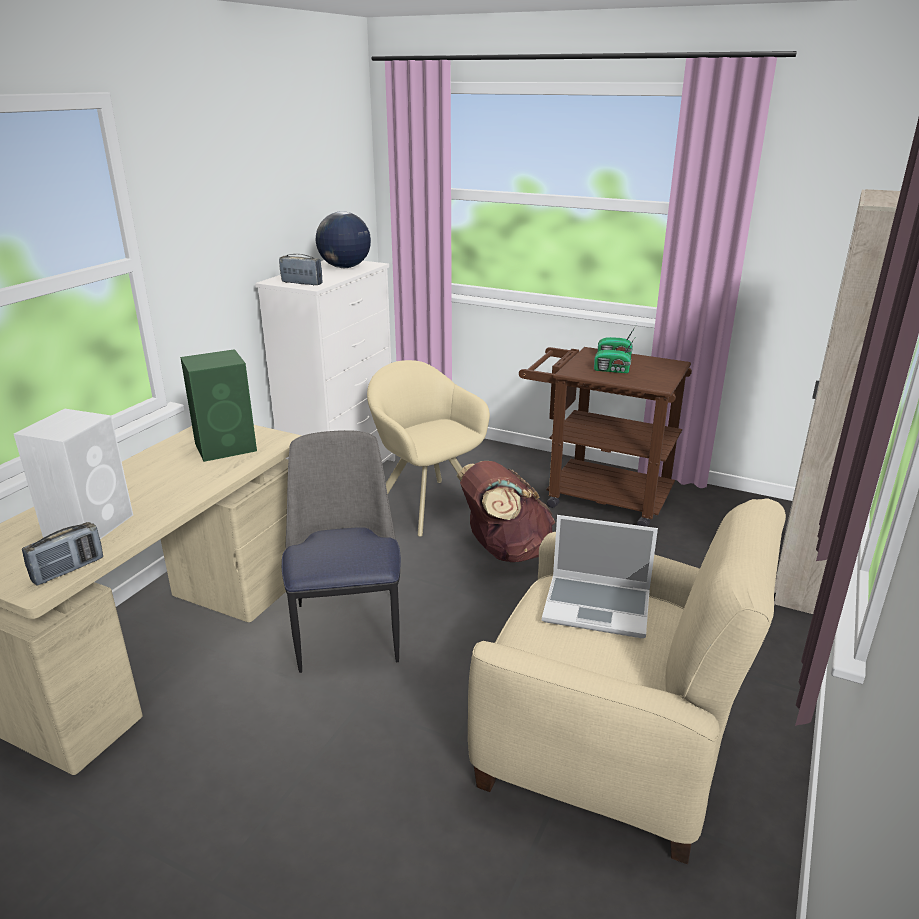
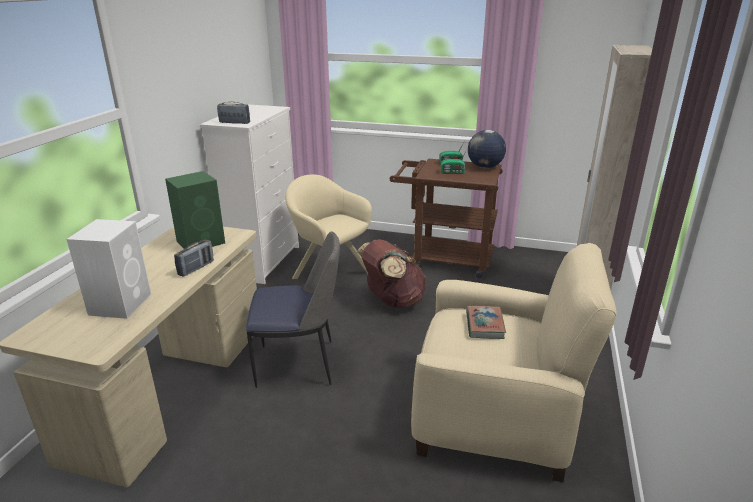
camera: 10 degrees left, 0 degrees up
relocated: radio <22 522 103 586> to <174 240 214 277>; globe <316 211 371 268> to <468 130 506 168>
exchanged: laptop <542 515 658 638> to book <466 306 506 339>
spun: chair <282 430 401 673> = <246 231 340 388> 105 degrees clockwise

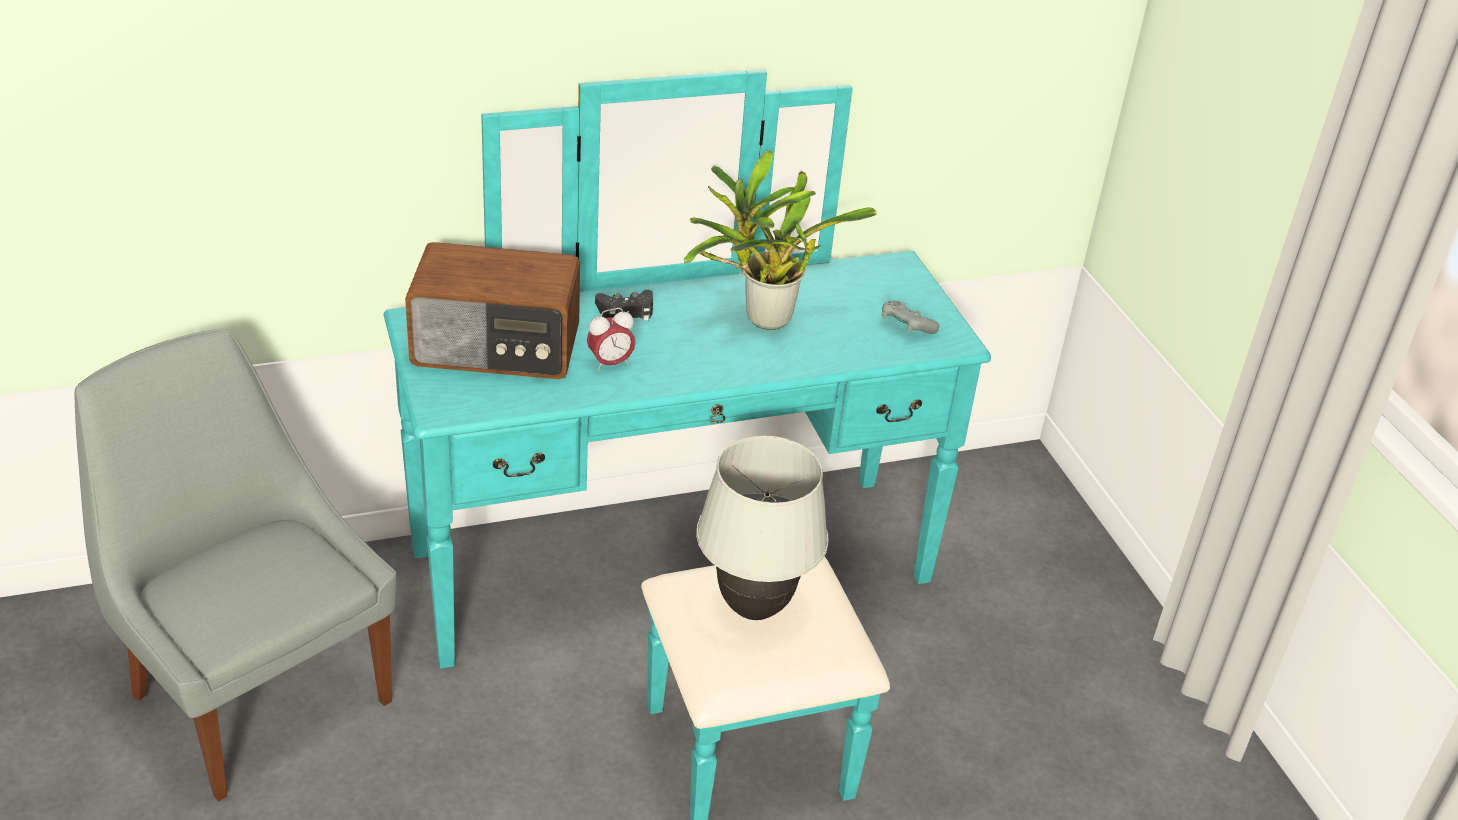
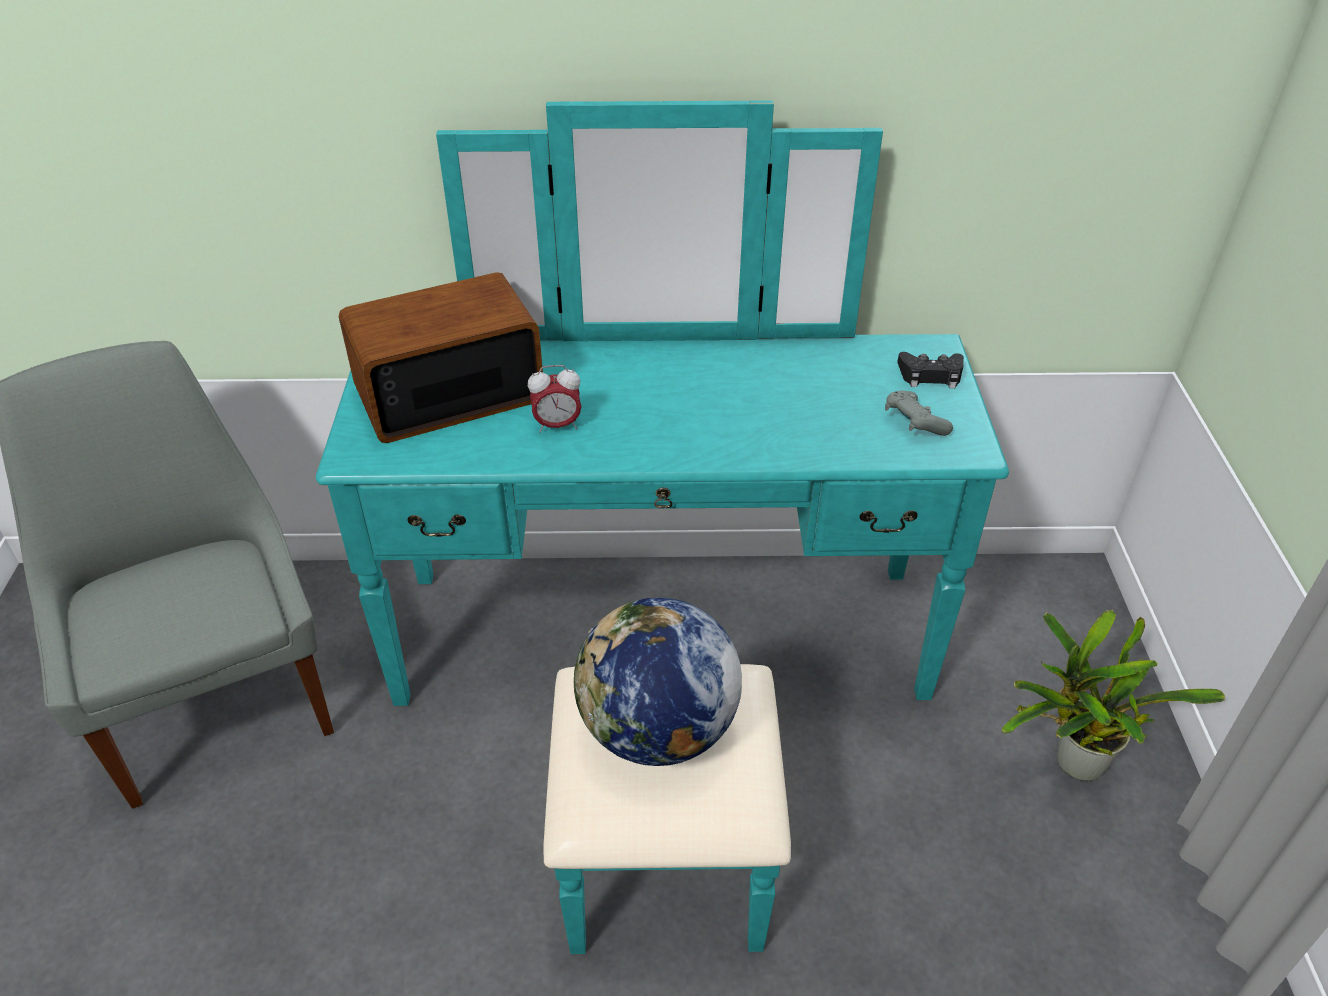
camera: 20 degrees right, 5 degrees up
relocated: game controller in black <595 290 653 321> to <897 352 964 388>; potted plant <684 150 877 330> to <1002 610 1225 781>
exchanged: table lamp in white <696 436 829 620> to globe <574 598 742 766>
spun: radio <405 242 580 379> = <339 272 543 443> 135 degrees clockwise

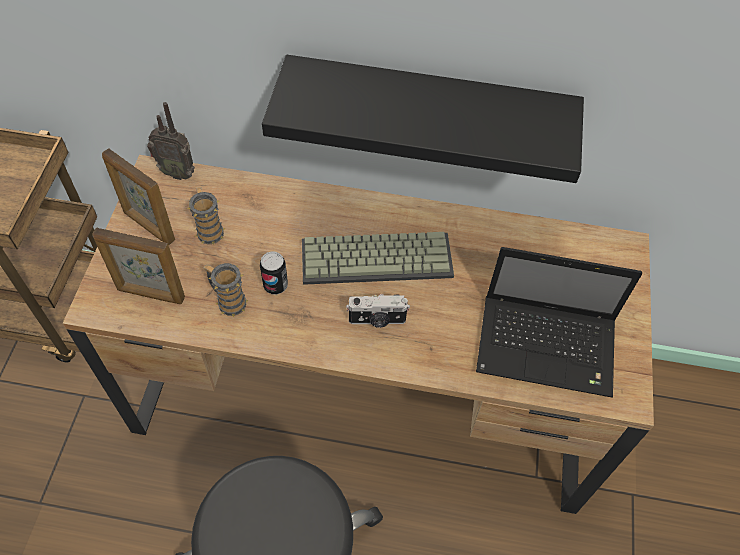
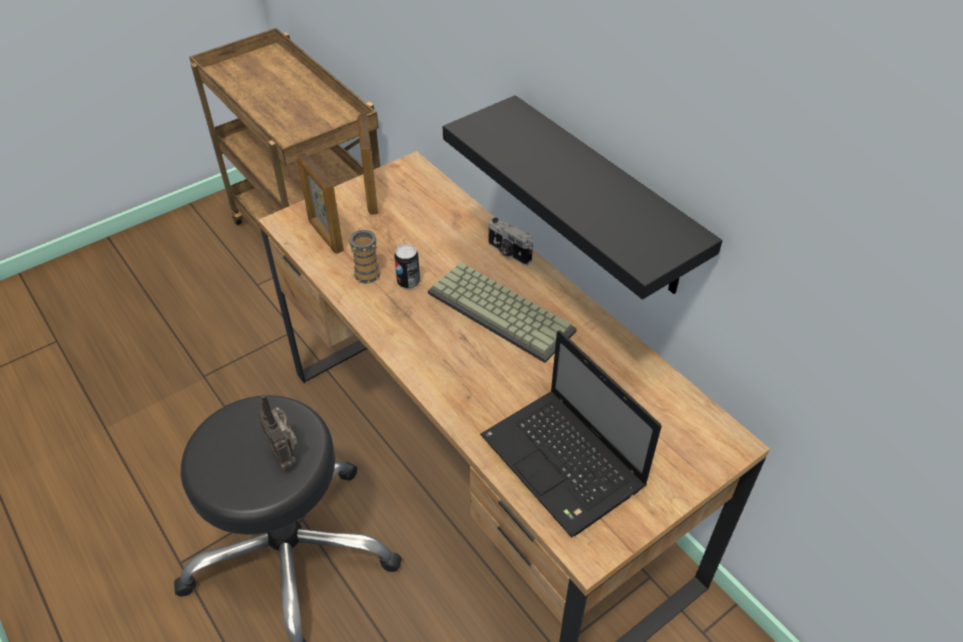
camera: 45 degrees right, 10 degrees down
missing: mug <187 188 226 244>
relocated: radio <147 102 195 180> to <258 394 297 470>; photo camera <346 294 410 328> to <489 217 533 266>

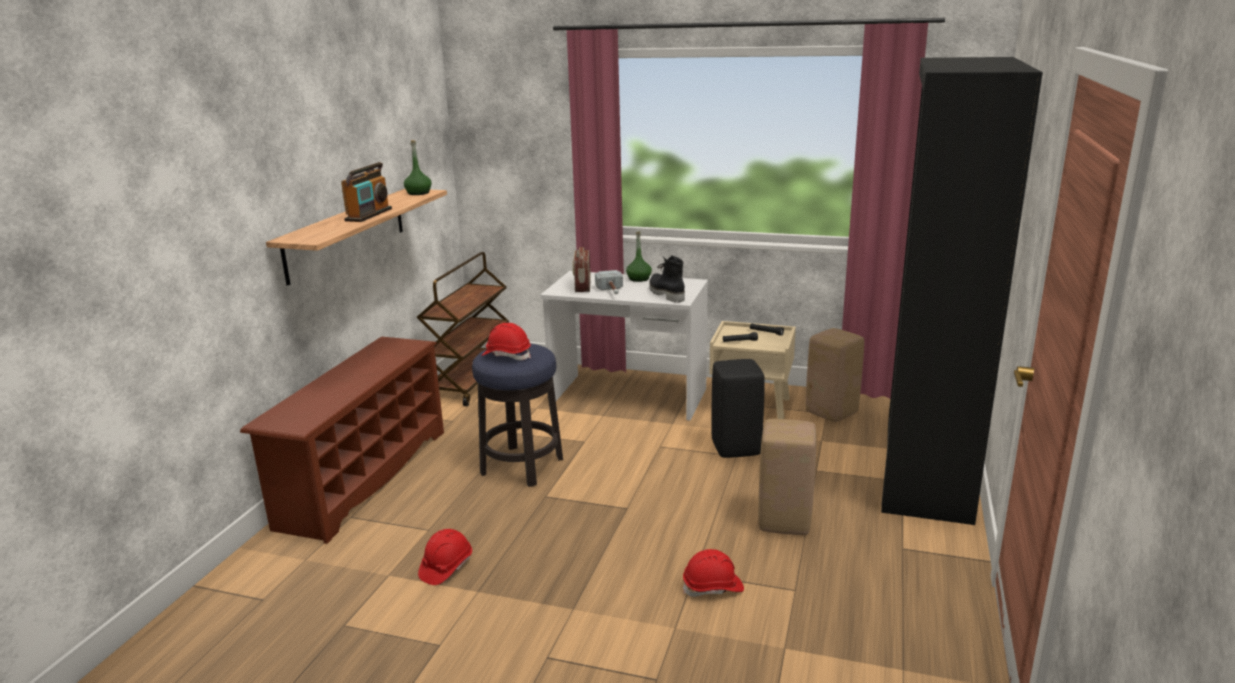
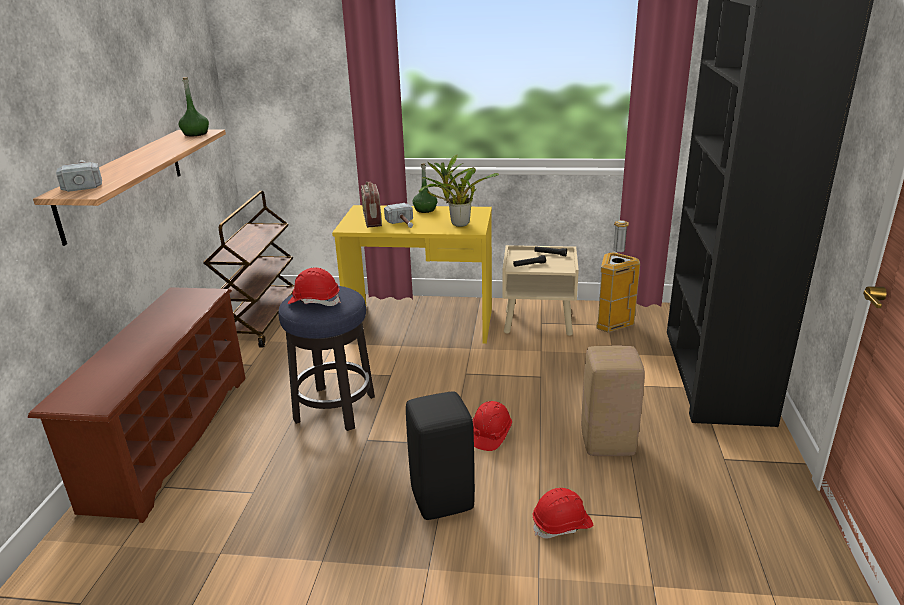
camera: 10 degrees left, 5 degrees up
missing: radio <341 162 392 222>
appeared: hammer <56 160 102 192>
relocated: stool in black <711 359 765 458> to <406 391 475 520>; hard hat in red <418 529 472 585> to <472 401 512 451>
exchanged: boot in black <649 255 685 303> to potted plant <419 154 499 227>; stool in beige <806 328 864 422> to trash can <596 220 640 332>
colour: desk in white <540 271 708 420> to desk in yellow <332 205 492 344>

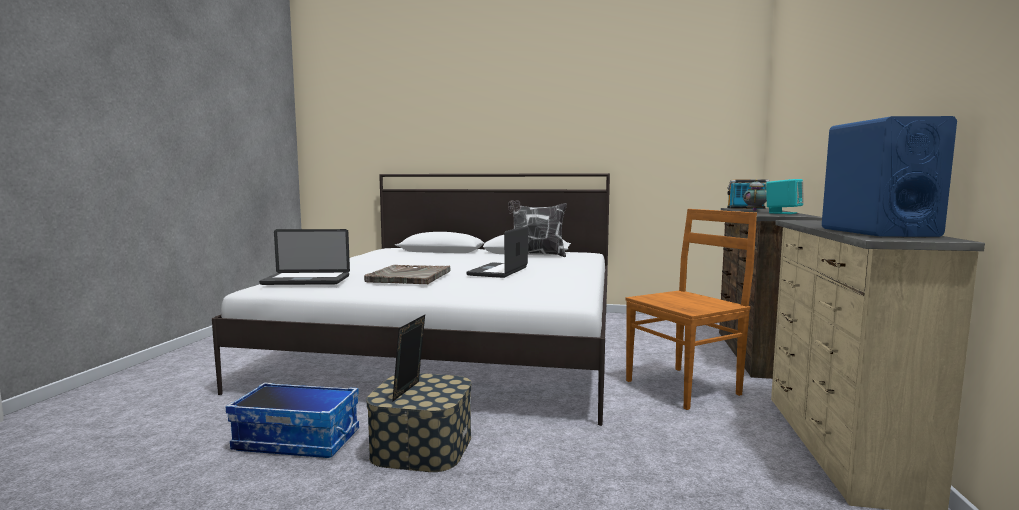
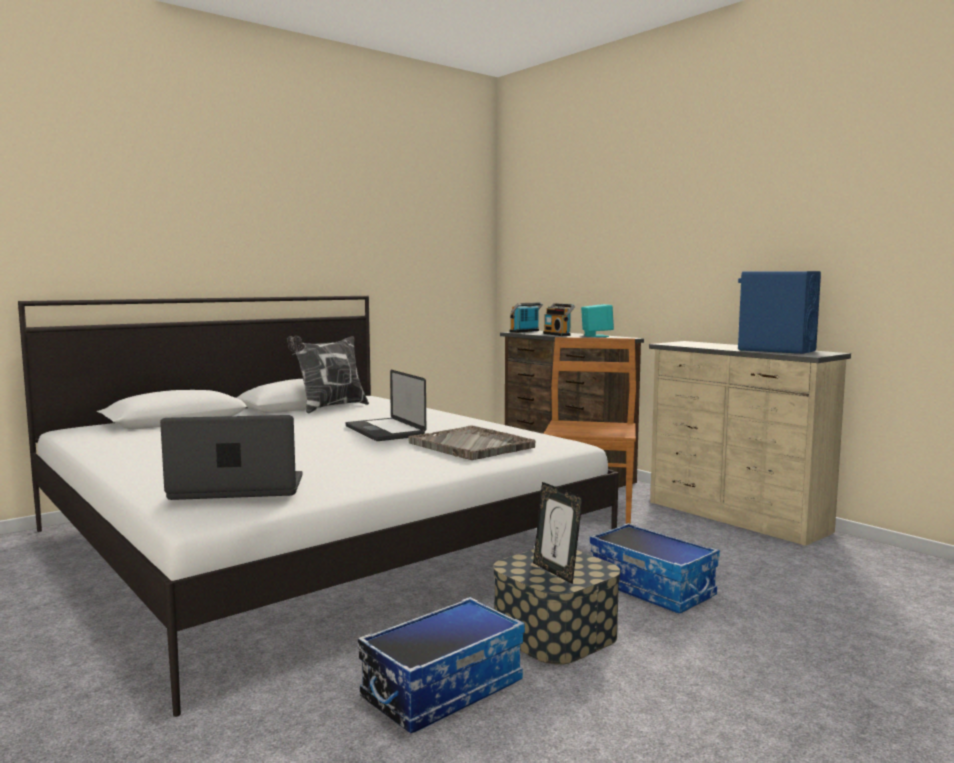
camera: 50 degrees left, 0 degrees up
appeared: storage box <590 523 720 613>
relocated: tray in grey <364 265 450 284> to <408 425 536 460>
exchanged: teapot <743 179 767 211> to radio <543 303 575 336>
spun: laptop <259 229 350 285> = <160 415 303 500> 135 degrees counterclockwise

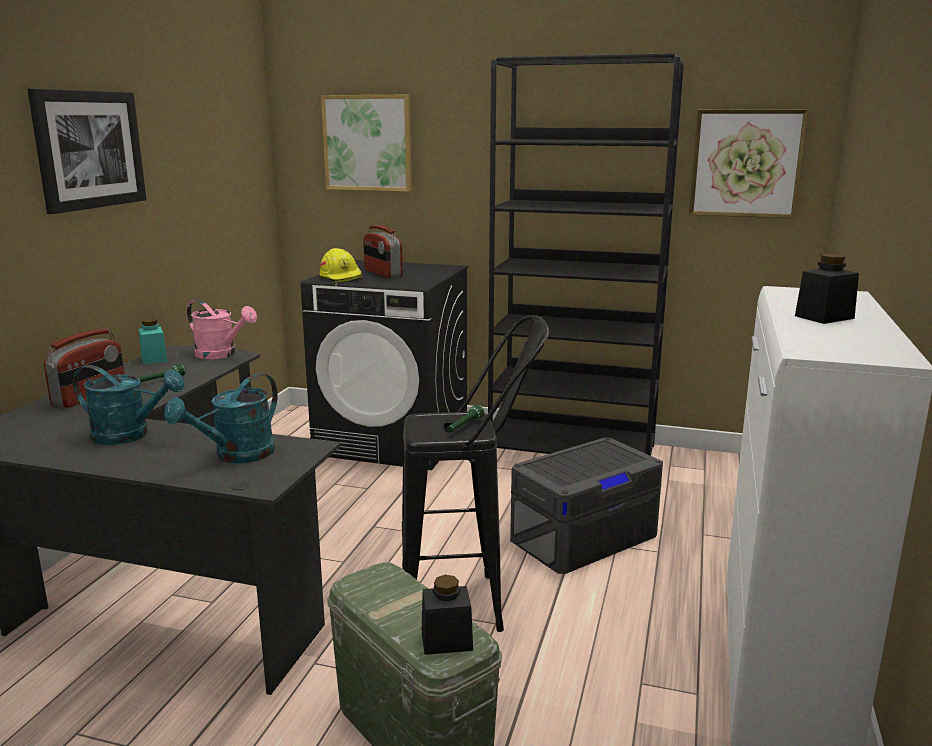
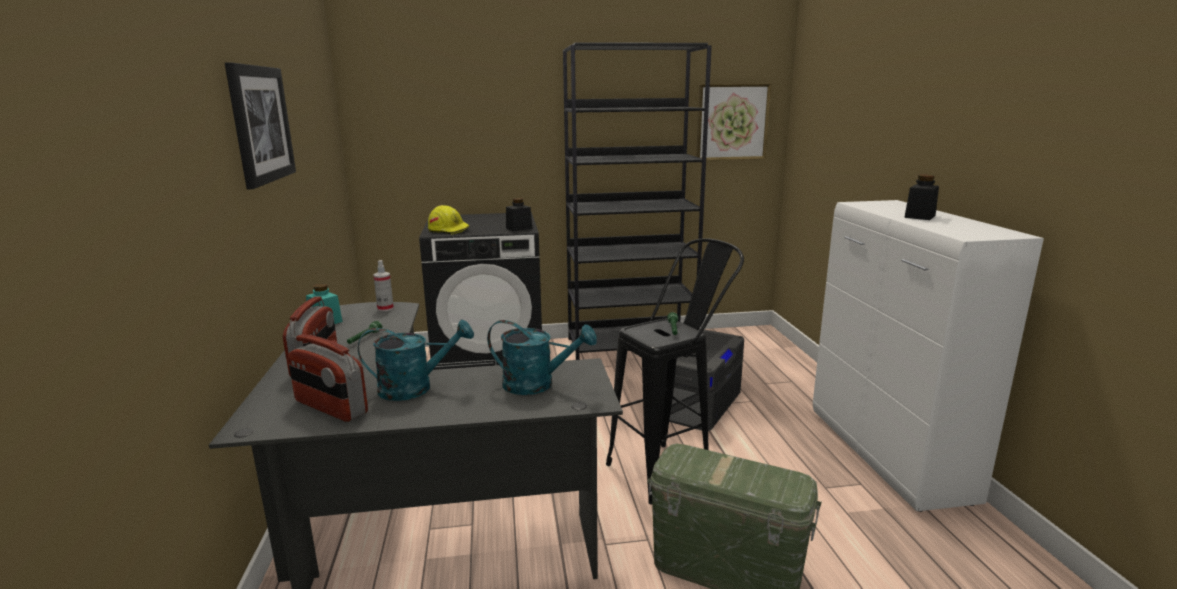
camera: 25 degrees left, 0 degrees up
missing: picture <321 95 412 192>
relocated: radio <363 225 403 278> to <288 334 368 422>; jar in black <422 575 473 655> to <506 198 532 231>
exchanged: watering can in pink <187 300 257 359> to spray bottle <373 260 394 312>
spun: watering can in turquoise <164 373 278 463> = <487 320 597 395> 90 degrees counterclockwise

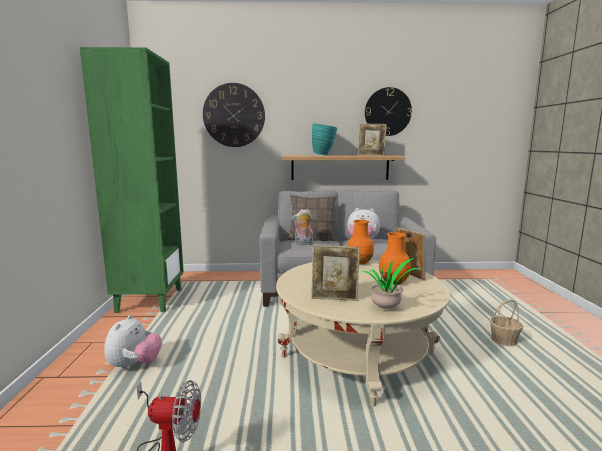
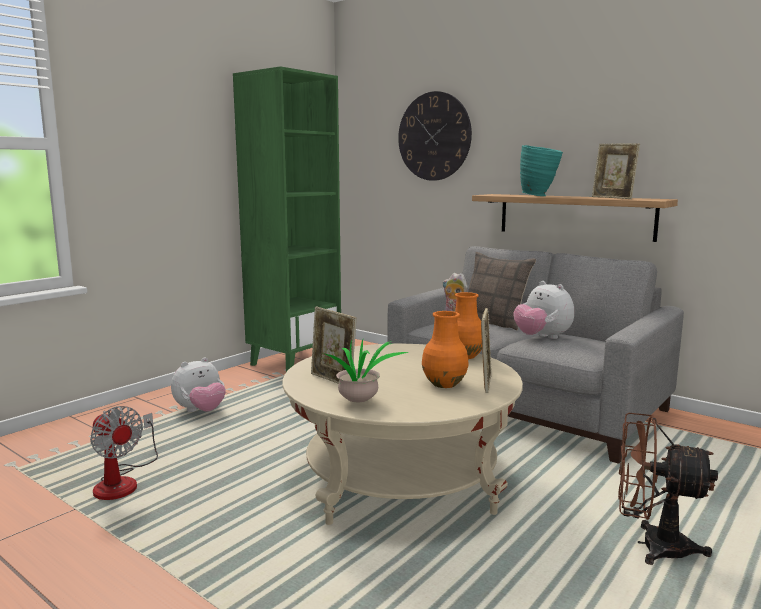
camera: 40 degrees right, 0 degrees up
missing: wall clock <365 87 412 136>
exchanged: basket <490 299 523 346> to fan in brown <618 413 718 565>

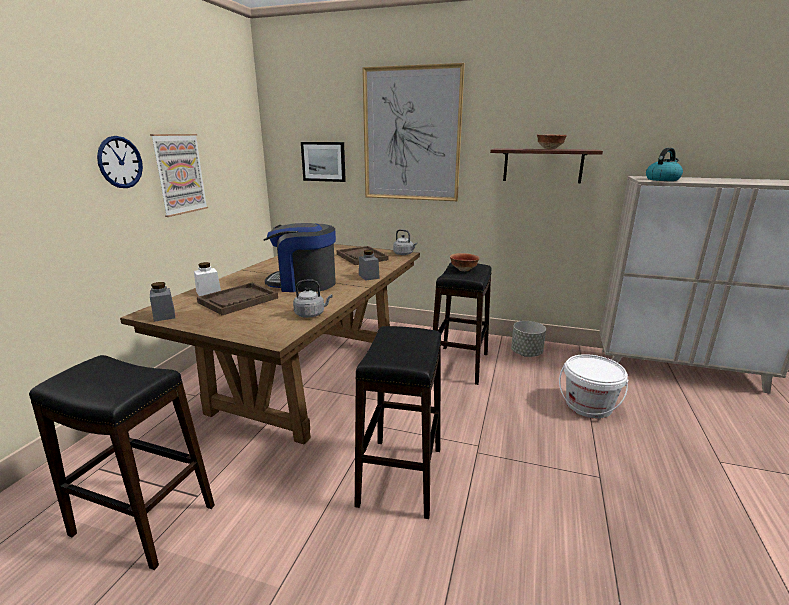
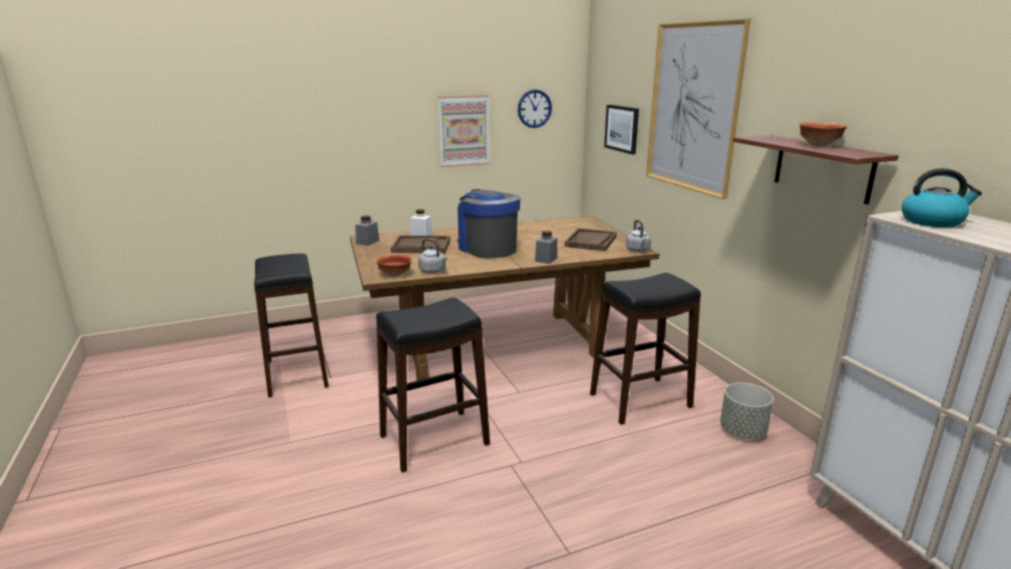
camera: 50 degrees right, 0 degrees up
missing: bucket in white <559 354 628 419>
relocated: bowl <450 253 480 271> to <376 253 412 277>; wall clock <97 136 143 188> to <518 89 552 128>

